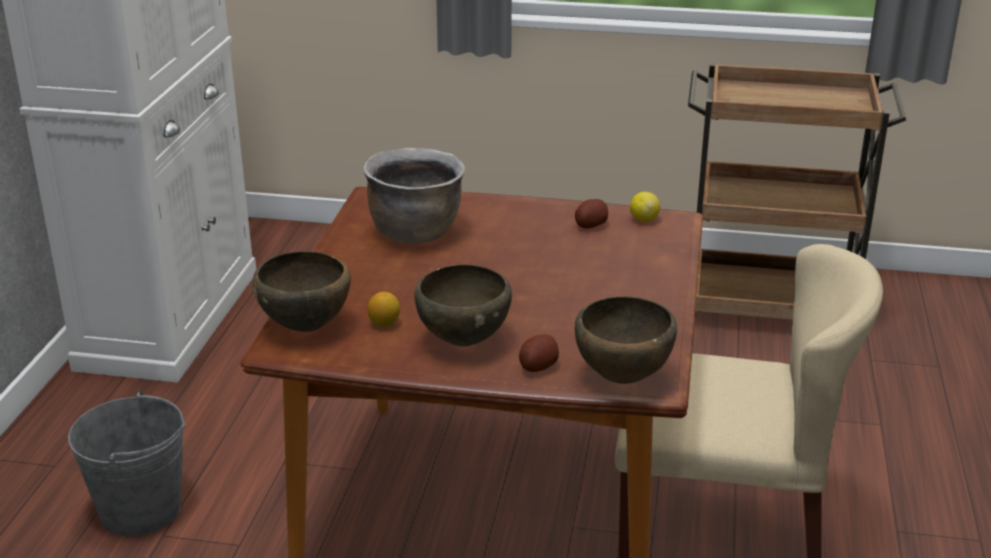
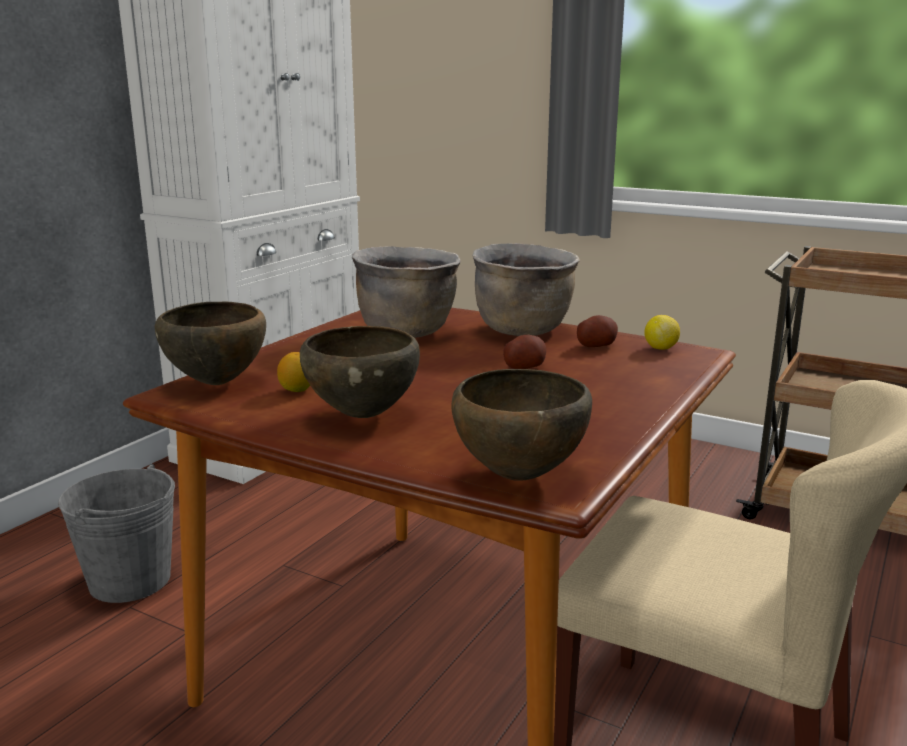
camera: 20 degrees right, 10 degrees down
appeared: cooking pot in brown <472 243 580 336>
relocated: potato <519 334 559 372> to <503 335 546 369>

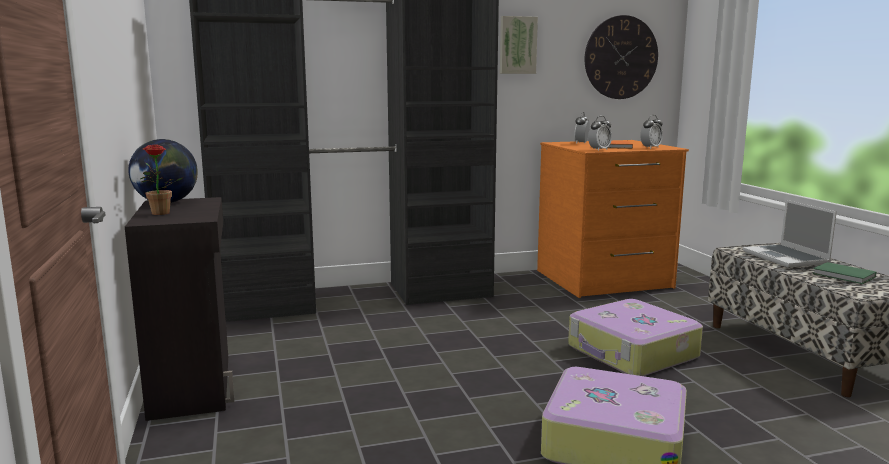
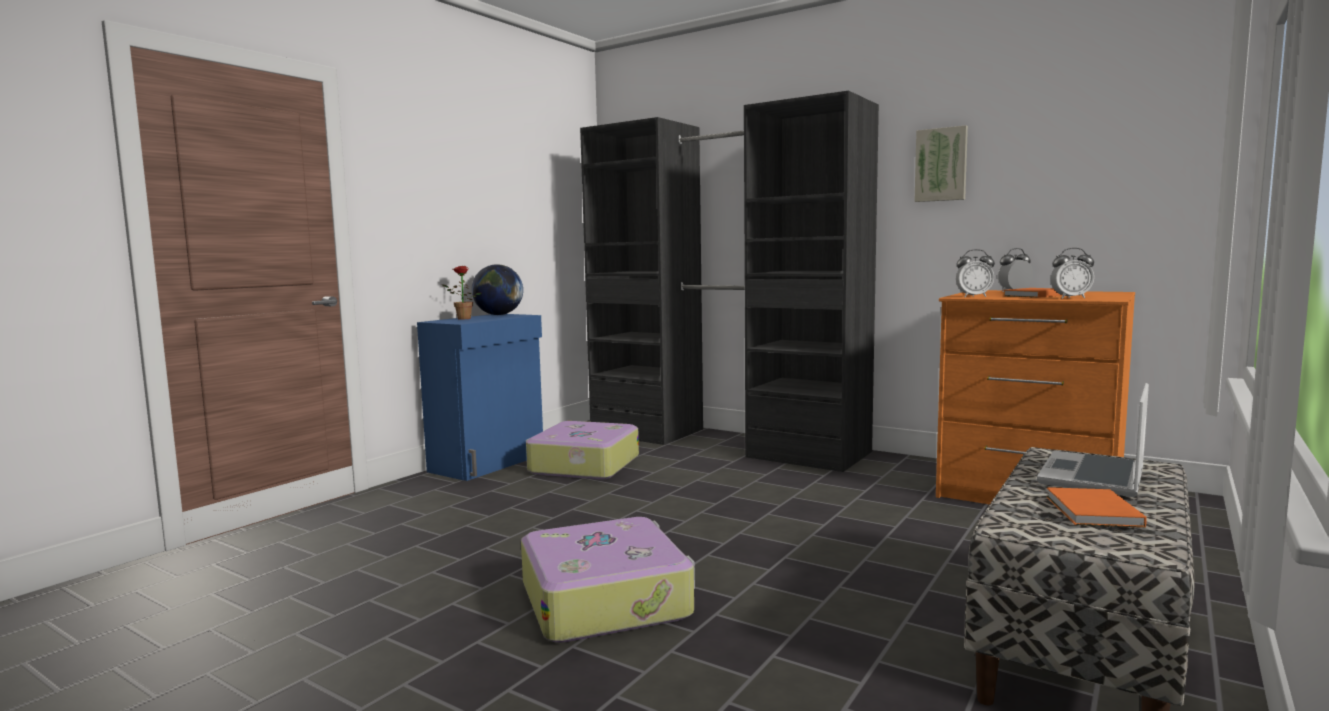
camera: 50 degrees right, 5 degrees down
missing: wall clock <585 15 658 99>
relocated: suitcase <568 299 703 376> to <526 421 639 480>
colour: cabinet in black <125 197 234 421> to cabinet in blue <417 314 543 481>; book in green <813 262 876 284> to book in orange <1046 487 1147 528>

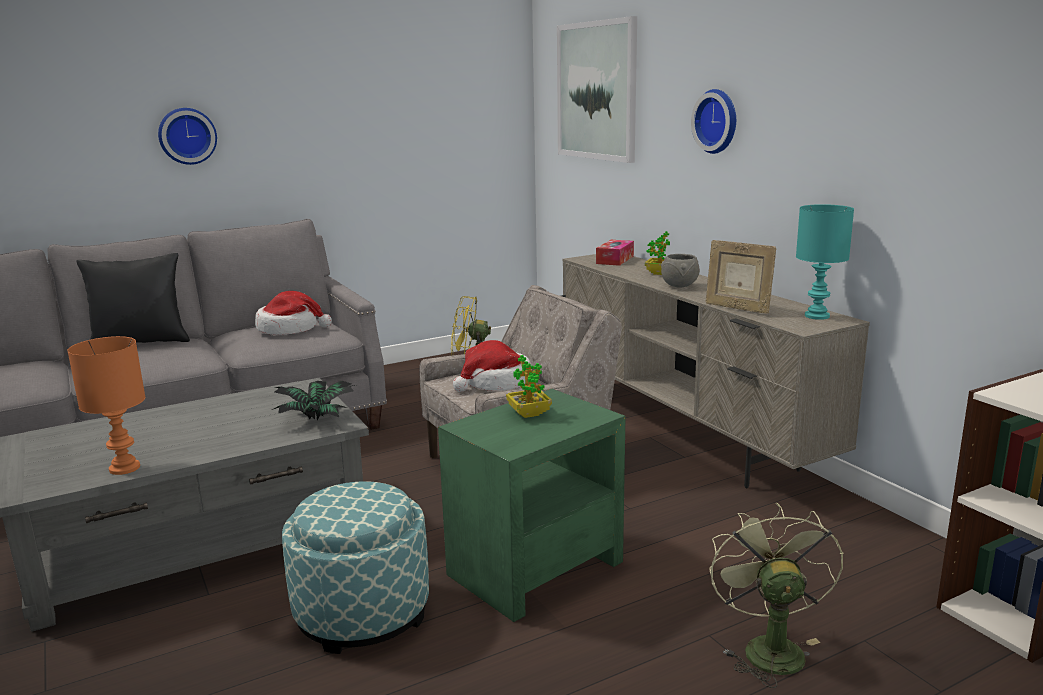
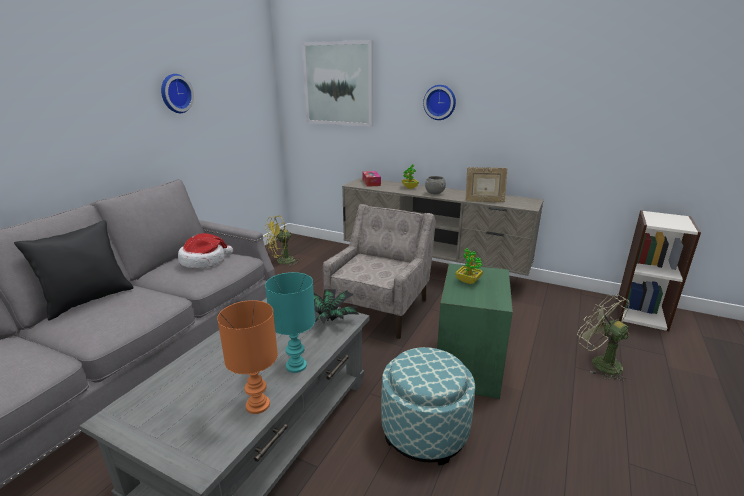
camera: 35 degrees left, 5 degrees up
missing: hat <453 340 532 392>
relocated: wall clock <158 108 217 165> to <161 74 194 113>; table lamp in turquoise <796 204 854 320> to <265 272 315 373>

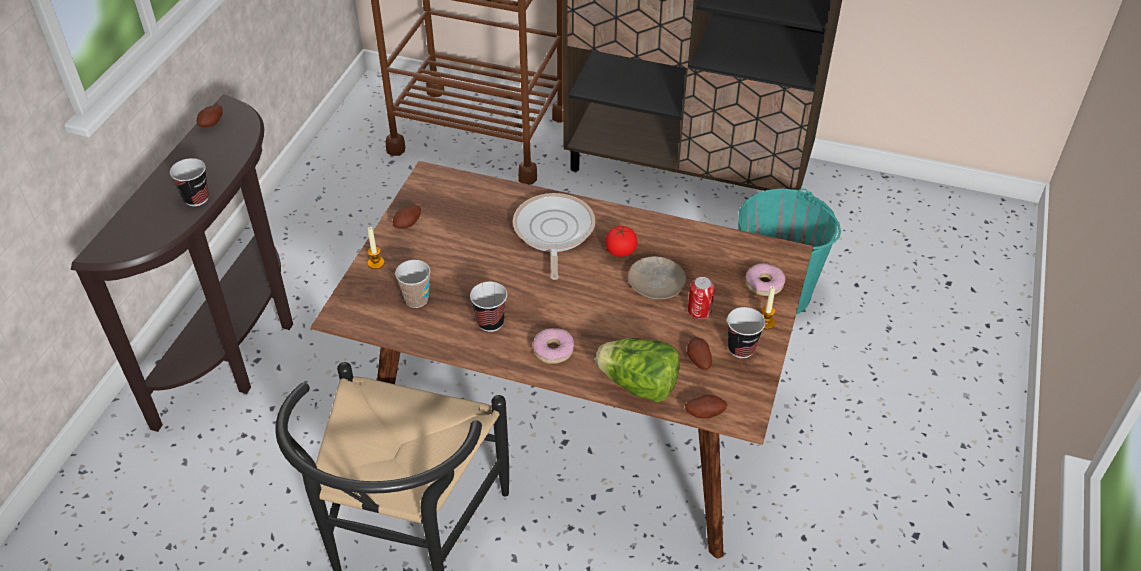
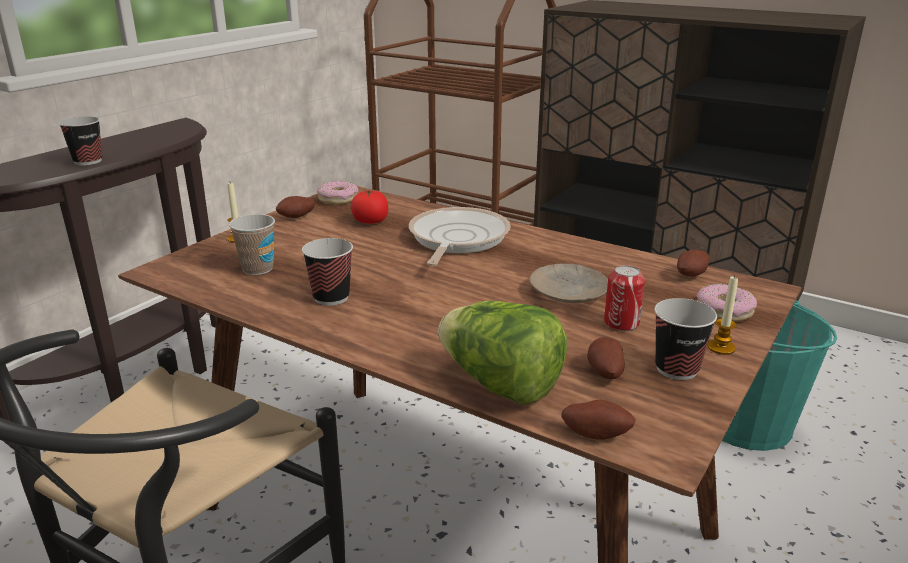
camera: 15 degrees right, 20 degrees down
relocated: donut <533 328 574 364> to <317 181 358 205>; tomato <605 225 637 257> to <351 190 388 224>; potato <197 105 223 127> to <677 250 709 277>

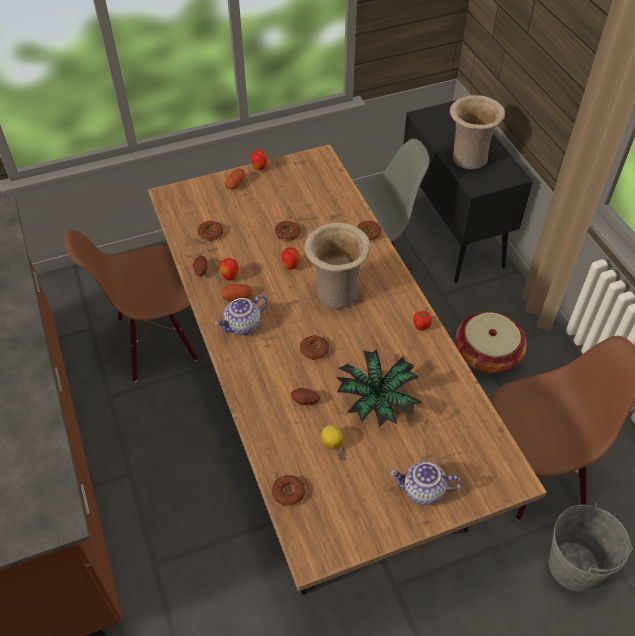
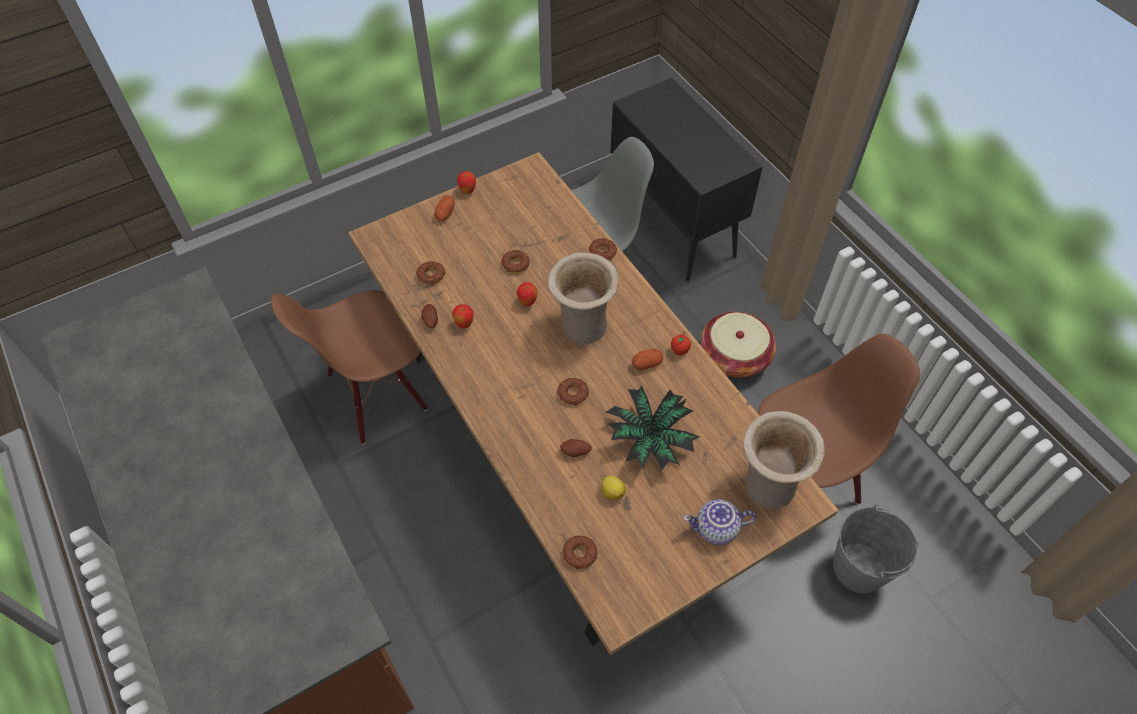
camera: 10 degrees left, 5 degrees up
missing: teapot <215 295 267 335>
relocated: potato <221 284 251 301> to <632 349 663 371>; vase in beige <450 95 505 169> to <743 411 825 509>

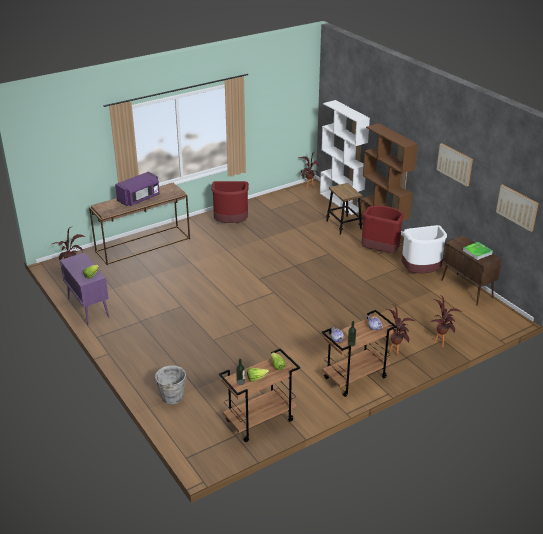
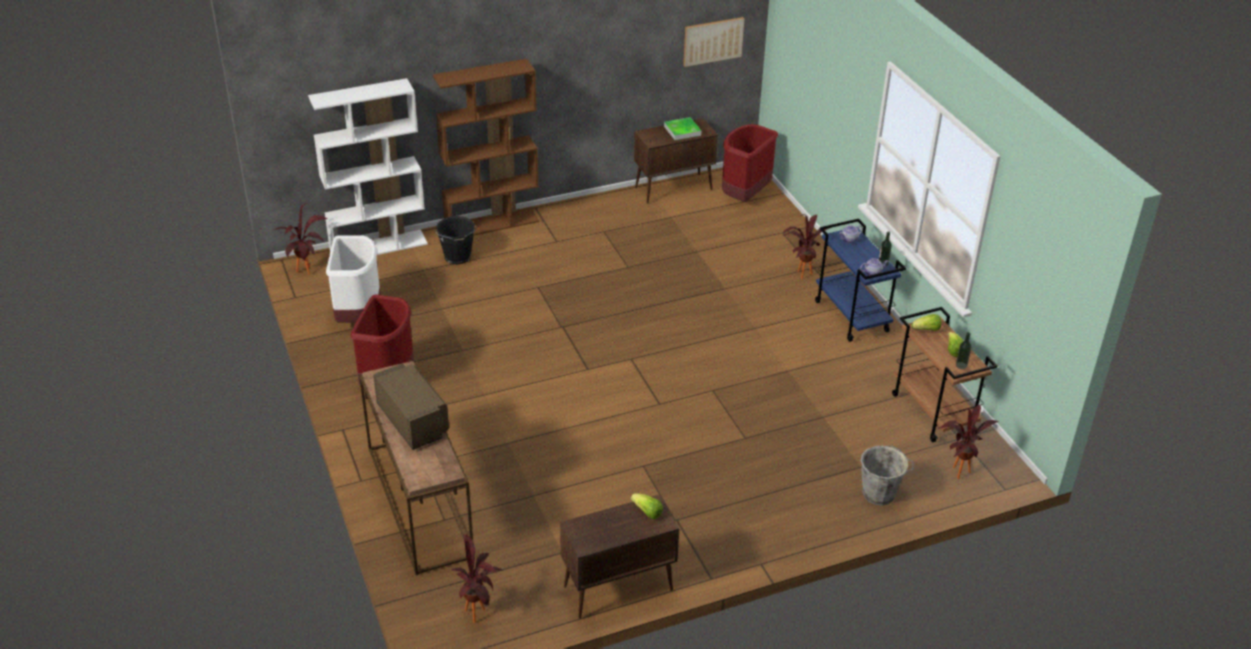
camera: 80 degrees left, 5 degrees up
missing: picture <436 143 473 187>
relocated: trash can in white <402 225 447 273> to <326 235 381 323>; trash can in red <362 206 404 253> to <722 124 778 202>; potted plant <431 295 462 347> to <939 405 999 479>
exchanged: stool <326 183 363 235> to bucket in black <435 216 477 264>
colour: microwave in purple <115 172 160 206> to microwave in brown <373 363 449 450>; cabinet in purple <60 253 110 325> to cabinet in brown <560 495 679 619>; cart in brown <322 310 397 397> to cart in blue <815 219 906 342>

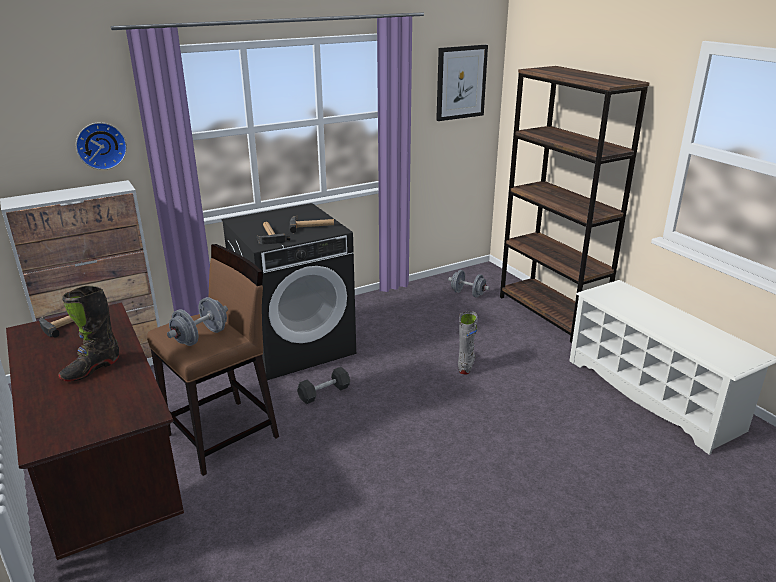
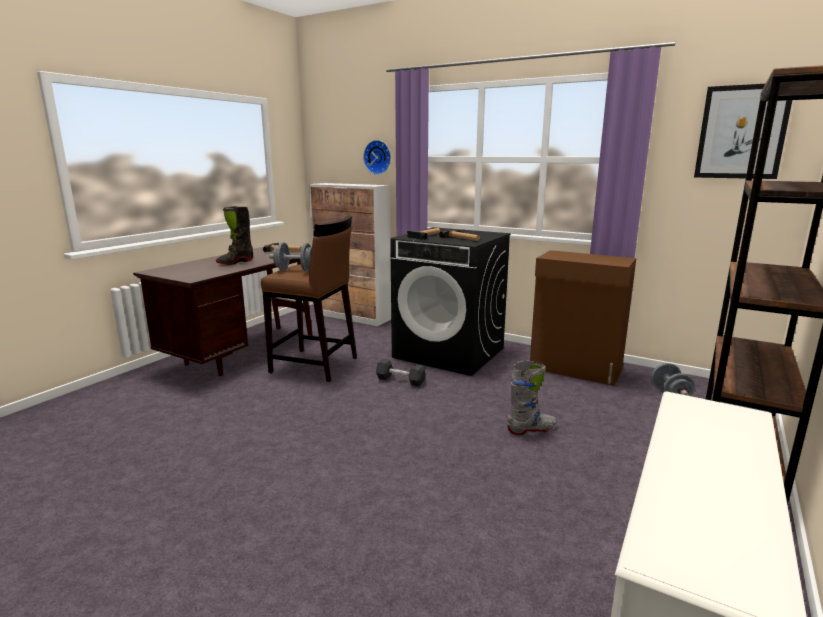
camera: 60 degrees right, 10 degrees down
appeared: cabinet in brown <530 250 636 386>
spun: boot in black <58 286 119 382> = <216 206 253 265> 60 degrees counterclockwise

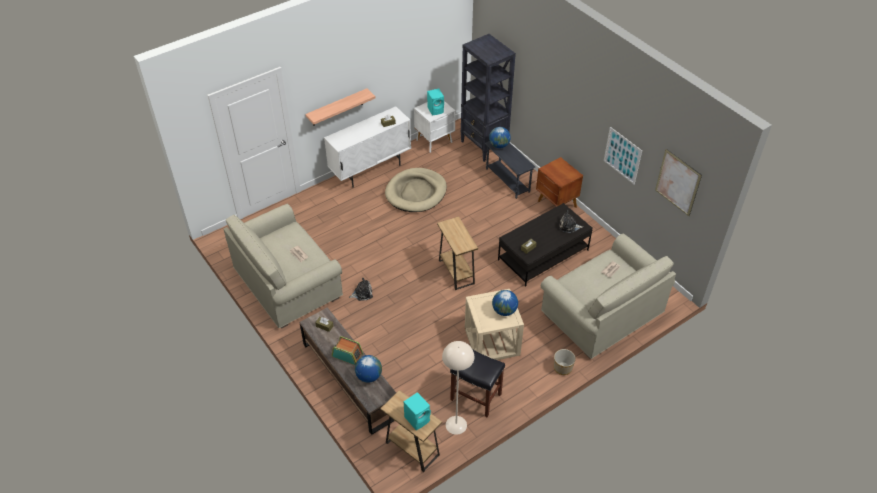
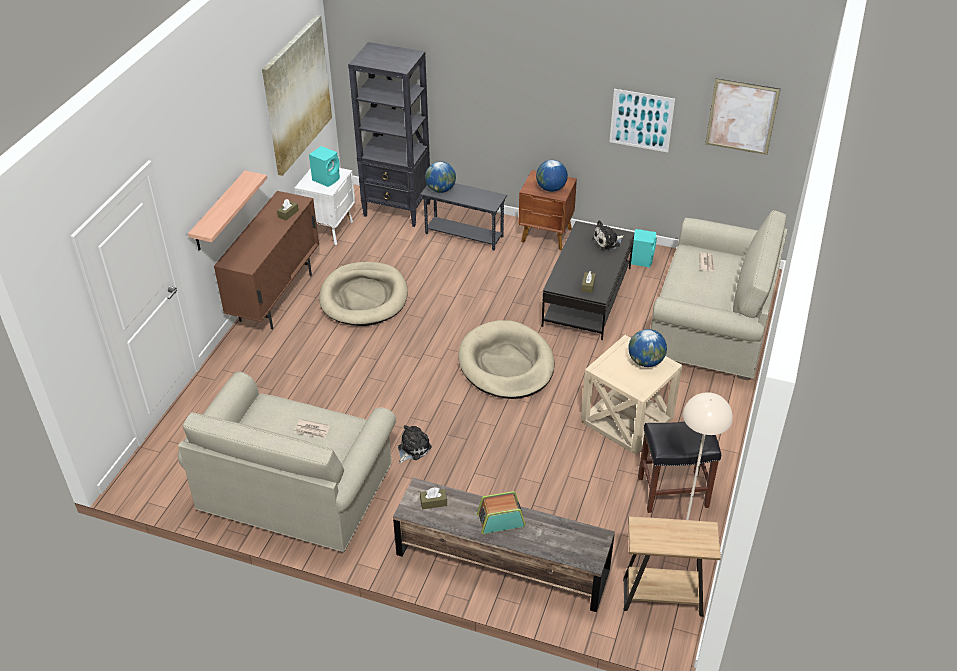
camera: 35 degrees left, 5 degrees down
missing: planter <554 349 576 375>
appeared: picture <262 15 332 176>
relocated: globe <355 355 382 383> to <536 160 568 192>; speaker in turquoise <404 392 431 430> to <631 229 657 268>
exchanged: side table in brown <437 216 478 290> to dog bed in beige <458 320 554 399>
colour: cabinet in white <324 106 411 188> to cabinet in brown <214 191 319 330>

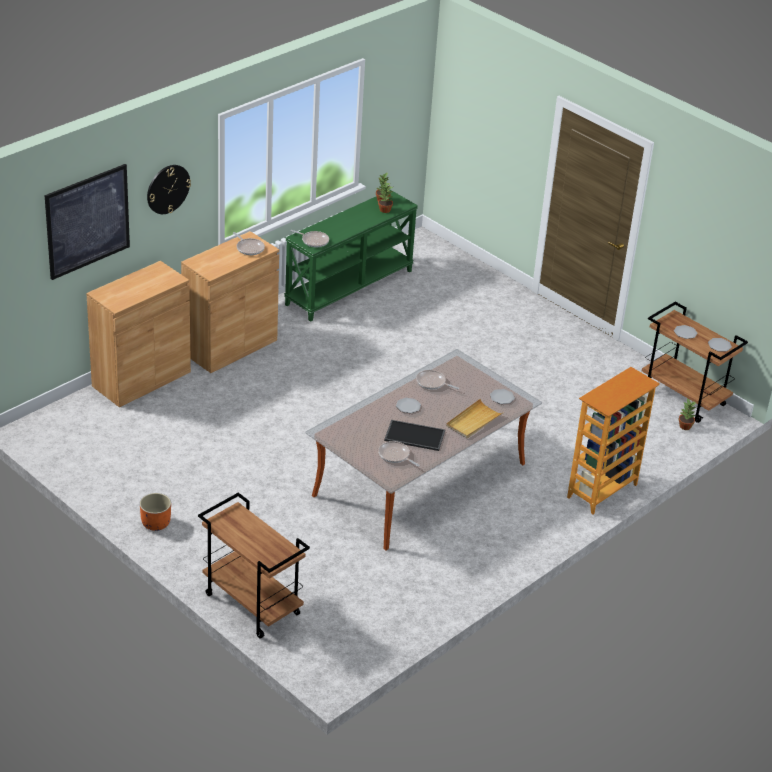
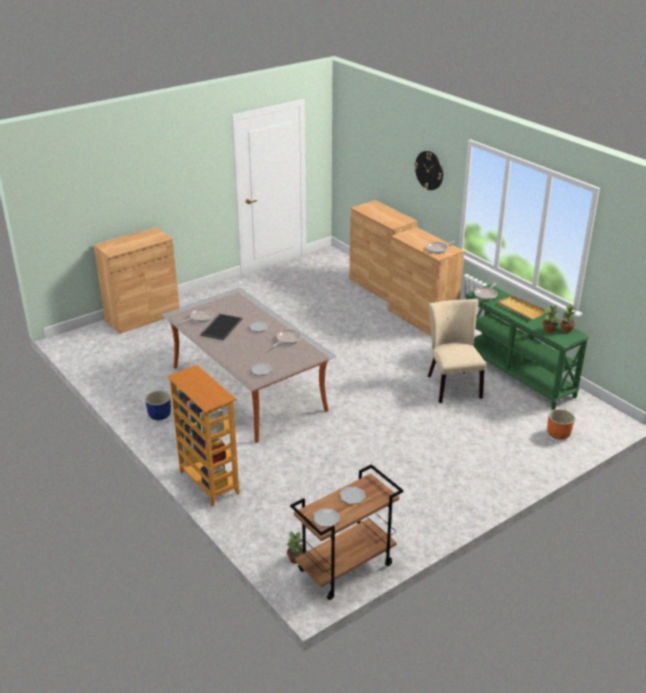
camera: 100 degrees right, 5 degrees down
missing: picture <45 164 130 280>
appeared: planter in blue <145 391 171 420>; chair in beige <428 299 486 403>
relocated: tray in beige <446 399 504 438> to <497 295 546 319>; planter in orange <140 493 171 531> to <547 409 575 440>
exchanged: cart in brown <198 493 310 639> to cabinet in brown <94 227 179 334>

